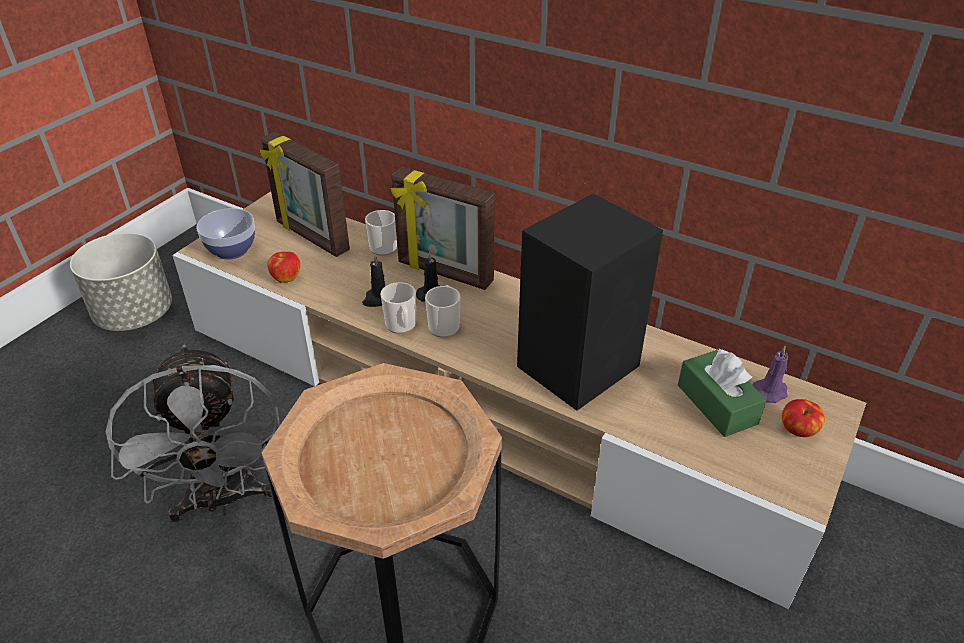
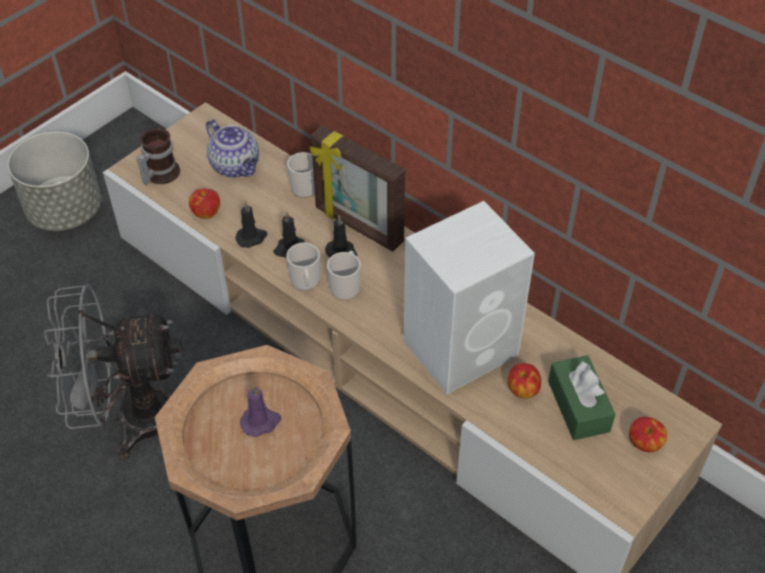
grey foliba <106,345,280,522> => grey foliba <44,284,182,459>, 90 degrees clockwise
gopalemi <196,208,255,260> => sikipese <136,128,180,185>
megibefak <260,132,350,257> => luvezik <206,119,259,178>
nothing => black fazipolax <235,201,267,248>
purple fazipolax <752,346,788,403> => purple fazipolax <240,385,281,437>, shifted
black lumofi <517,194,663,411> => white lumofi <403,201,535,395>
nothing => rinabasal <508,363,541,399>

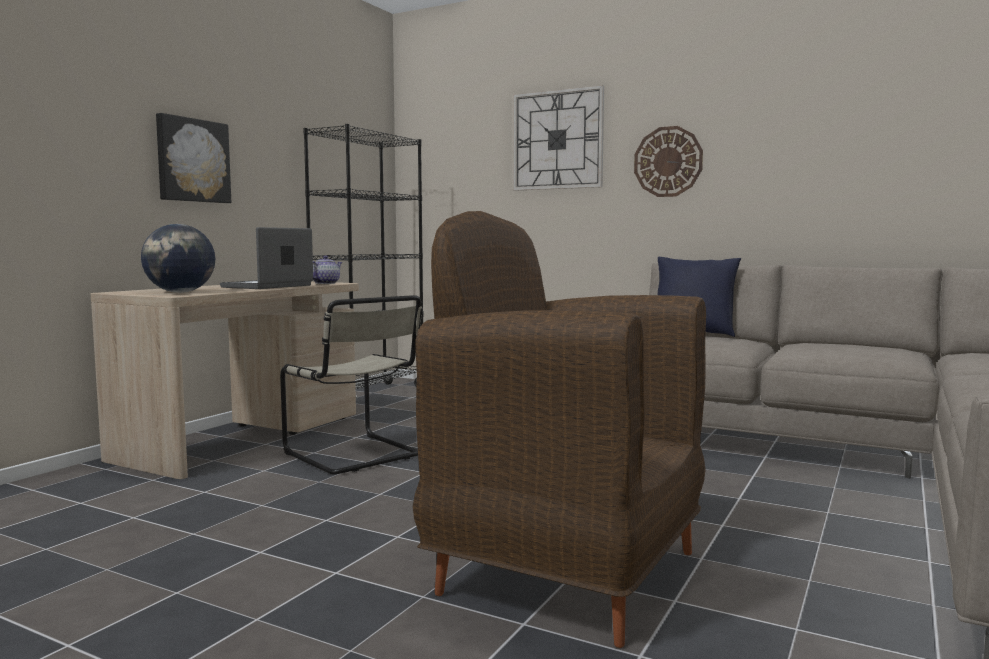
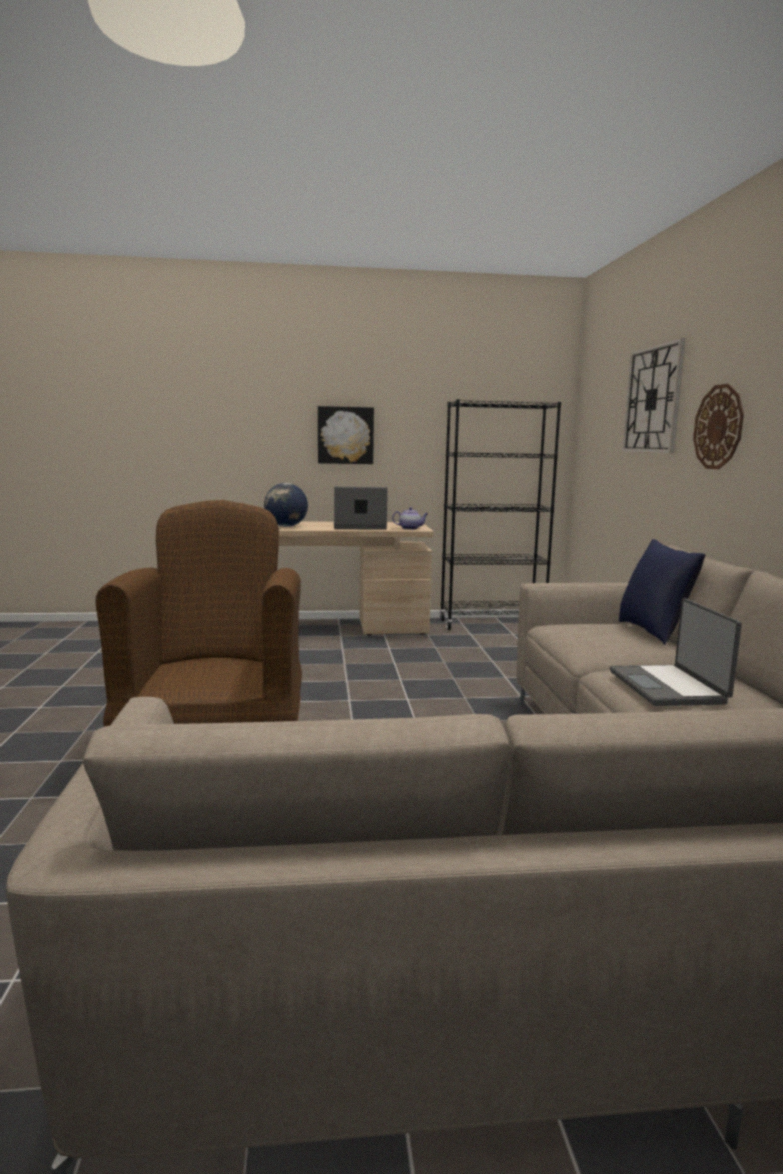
nothing => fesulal <610,598,742,706>
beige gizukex <280,295,423,474> => nothing

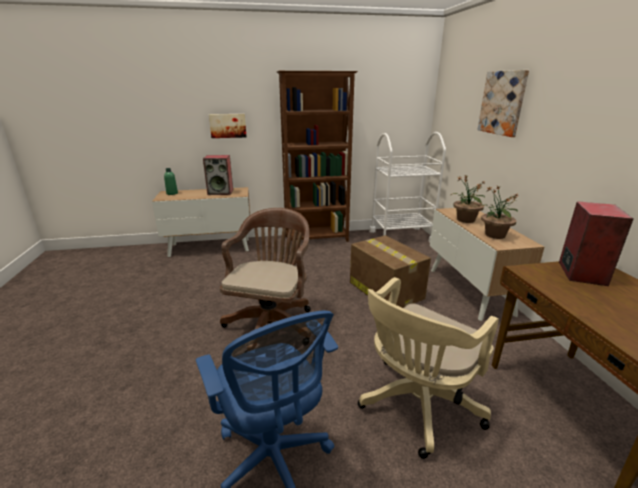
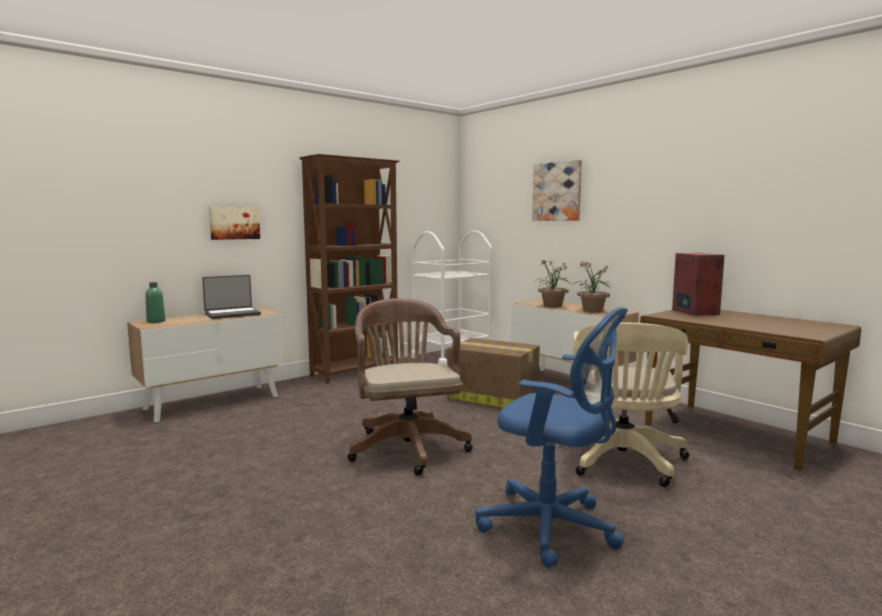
lumofi <203,155,233,195> => fesulal <202,275,261,319>

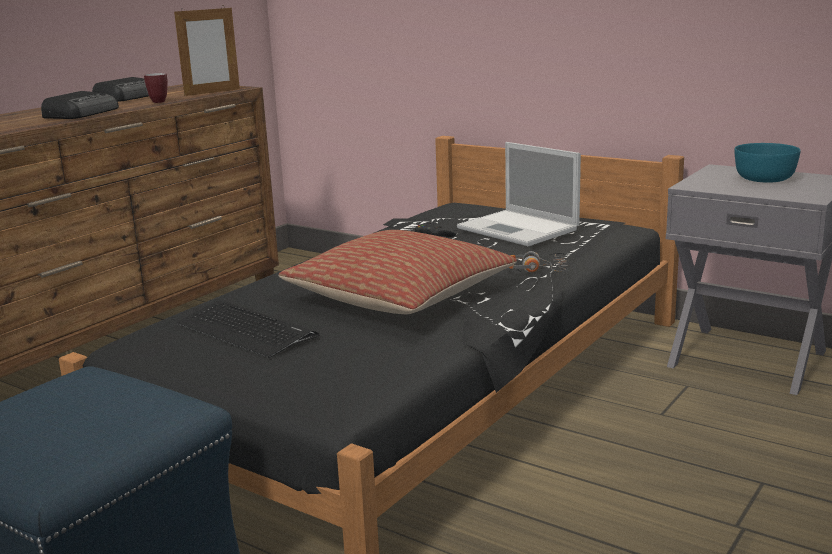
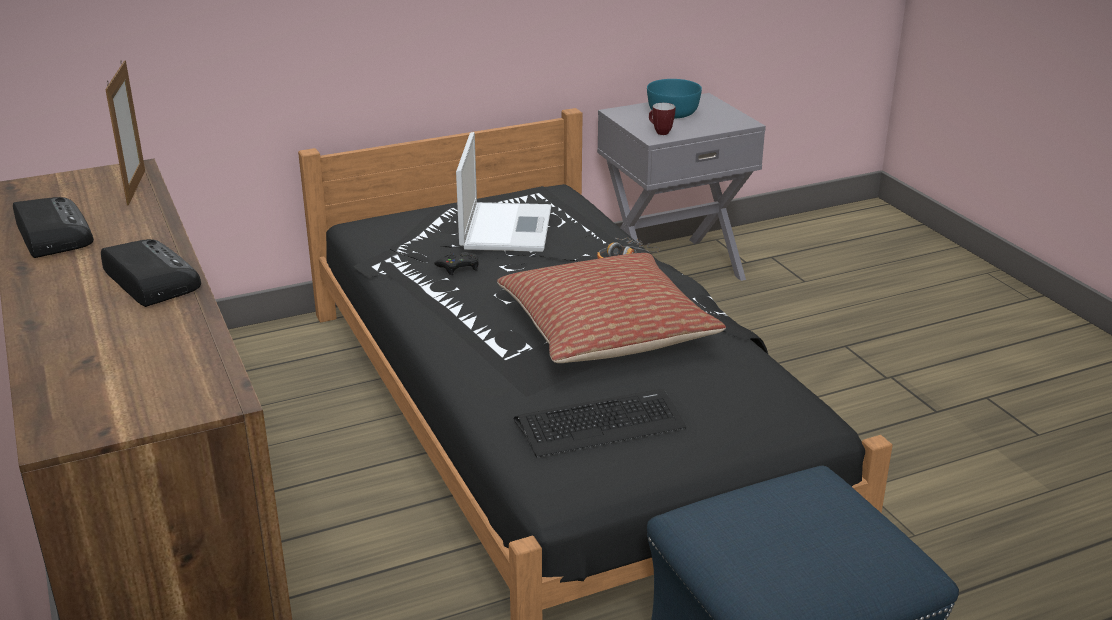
fesulal <457,142,581,246> => fesulal <456,132,551,252>, 75 degrees counterclockwise
sikipese <144,73,168,103> => sikipese <649,103,675,135>, shifted

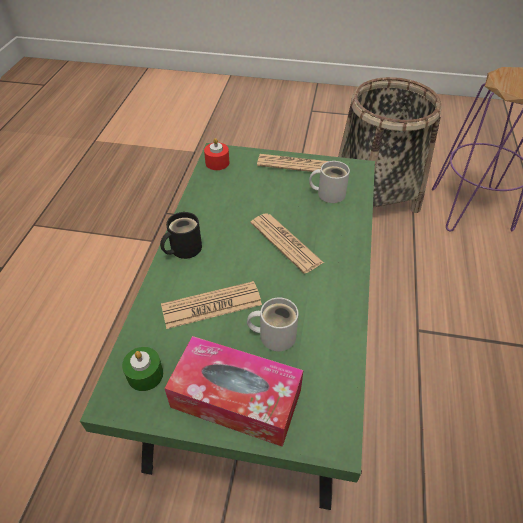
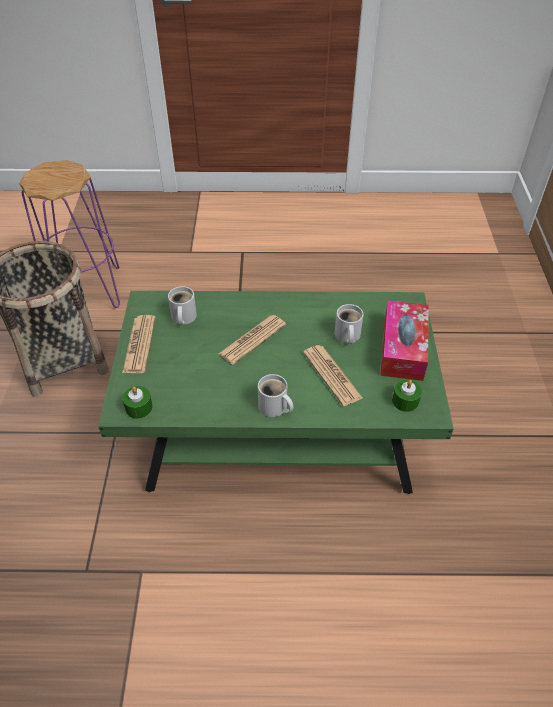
red fazipolax <204,138,229,170> => green fazipolax <122,386,153,419>
black sikipese <160,212,202,259> => white sikipese <258,374,293,417>

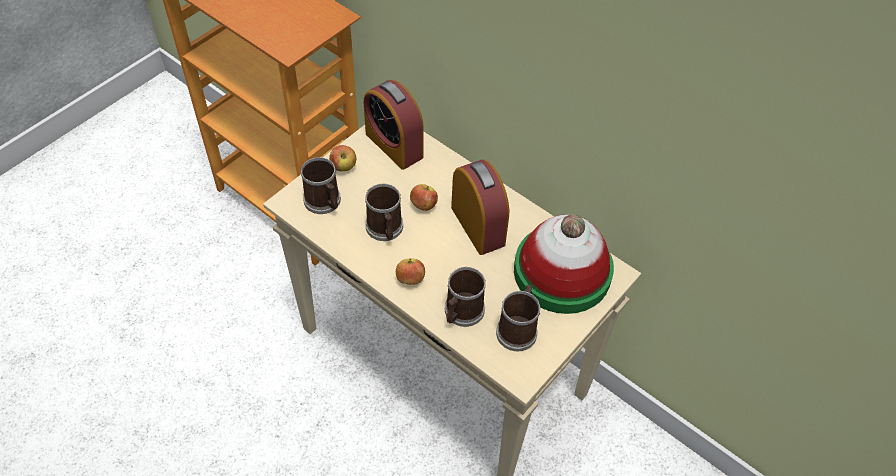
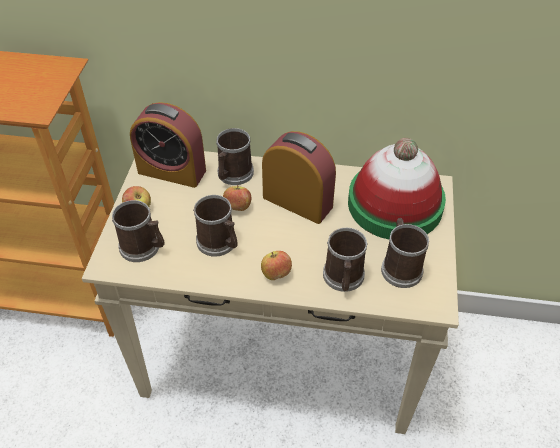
nothing => sikipese <216,128,254,185>

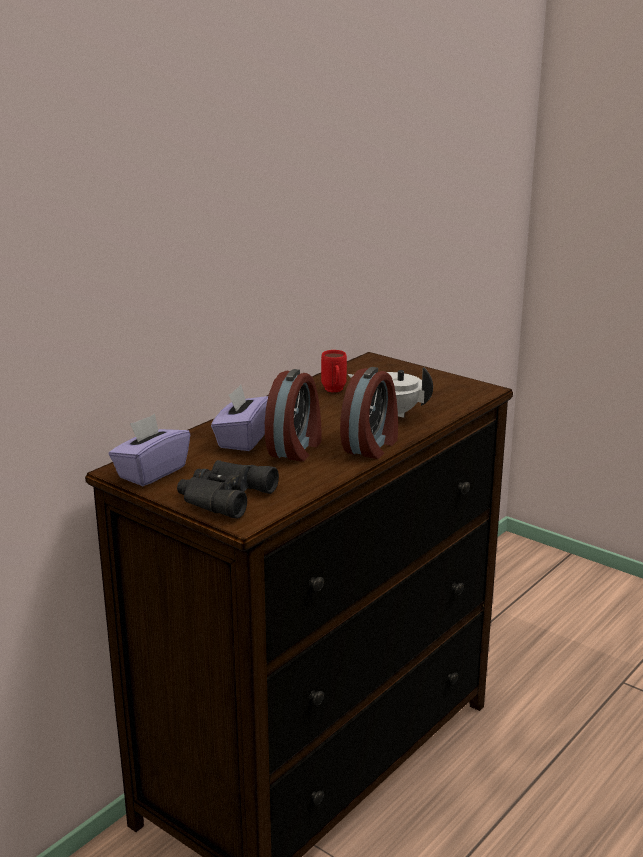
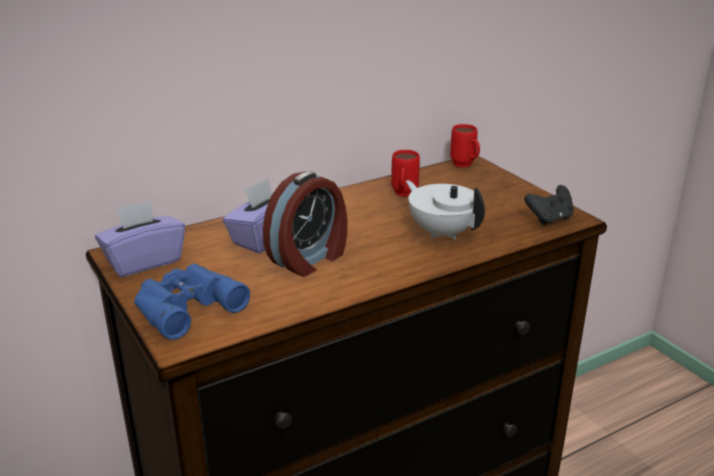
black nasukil <177,460,279,519> => blue nasukil <134,264,250,340>
nothing => red sikipese <450,124,480,168>
nothing => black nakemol <524,185,574,226>
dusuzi <340,367,398,459> => nothing

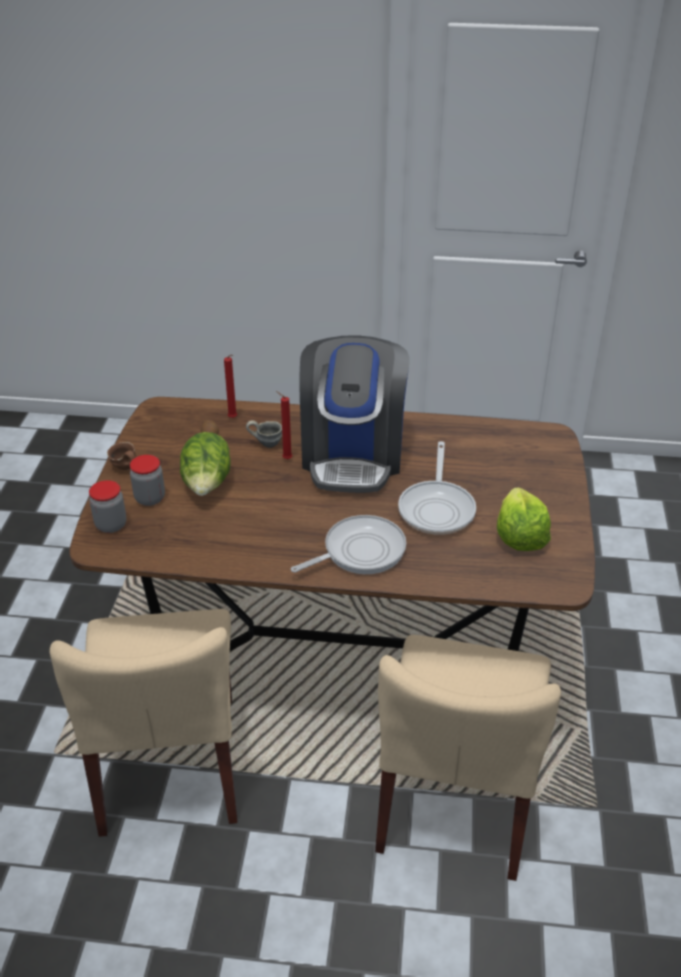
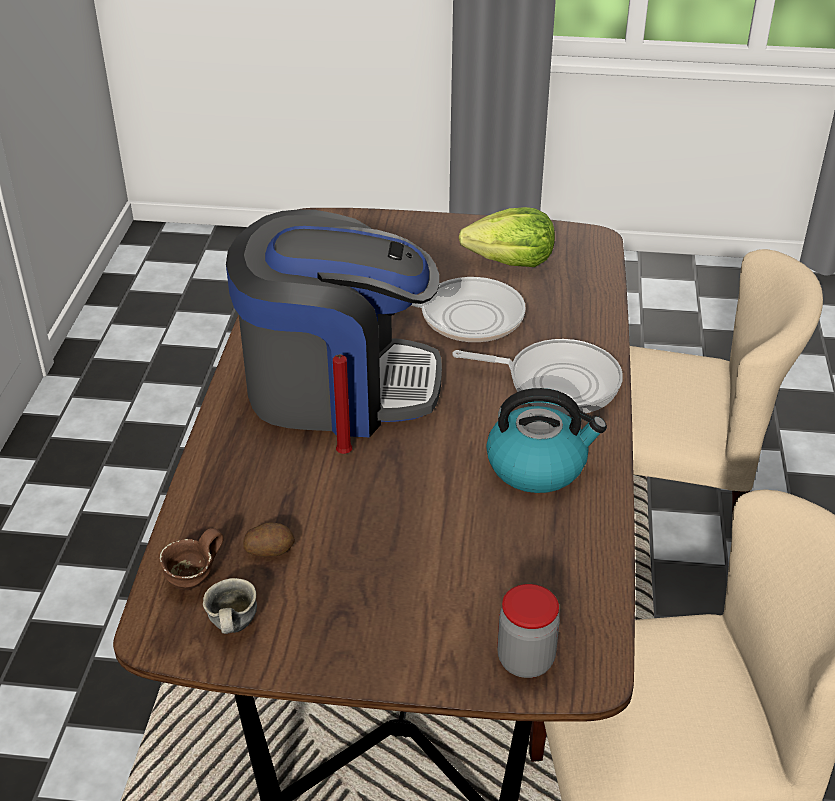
brown sikipese <107,442,136,470> => brown sikipese <160,528,224,590>, shifted
grey sikipese <246,421,282,448> => grey sikipese <203,578,257,634>, shifted
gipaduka <291,515,406,574> => gipaduka <453,339,623,415>, 135 degrees clockwise
nothing => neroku <486,388,607,493>
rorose <130,455,165,506> => nothing
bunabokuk <180,432,231,496> => nothing
red fazipolax <224,355,237,418> => nothing

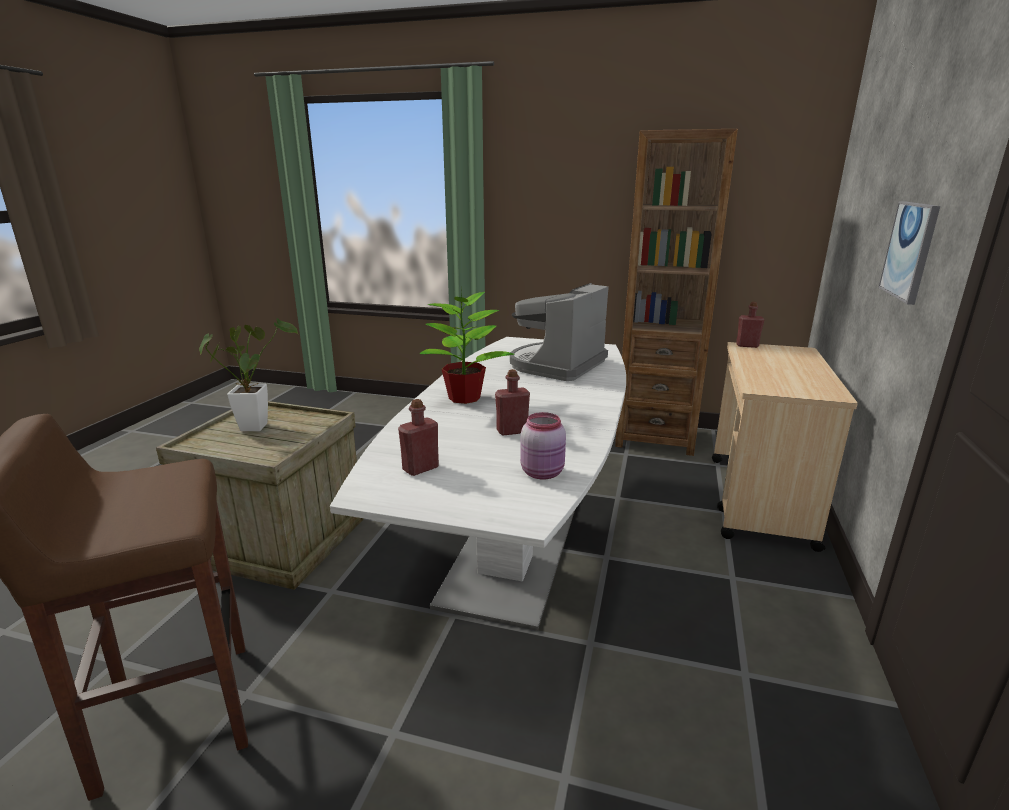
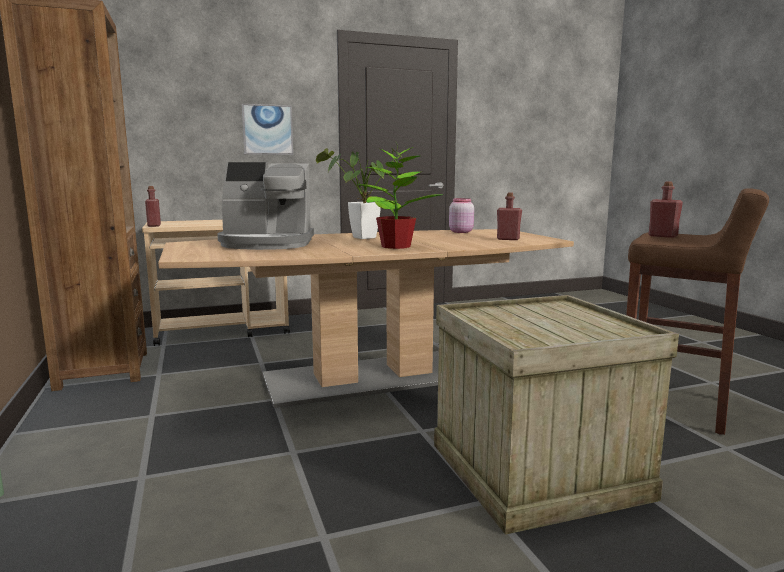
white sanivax <330,337,626,631> => brown sanivax <158,229,574,408>
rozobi <199,318,299,431> => rozobi <316,148,402,239>, shifted
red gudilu <495,369,530,436> => red gudilu <649,182,683,238>, shifted

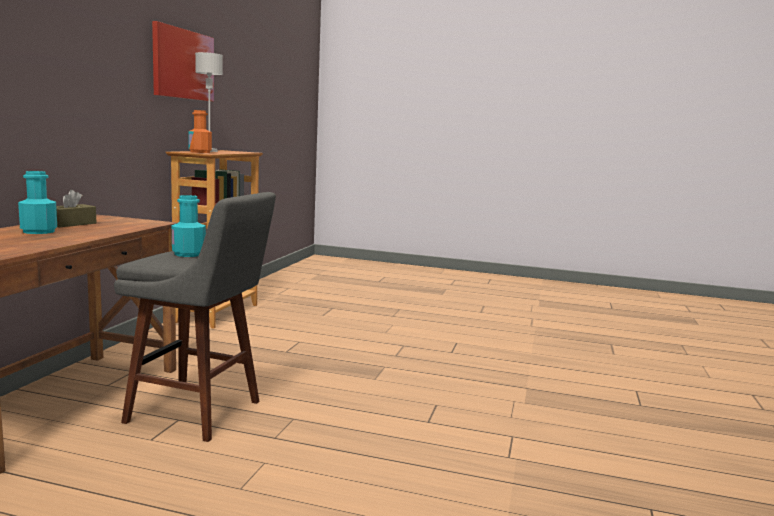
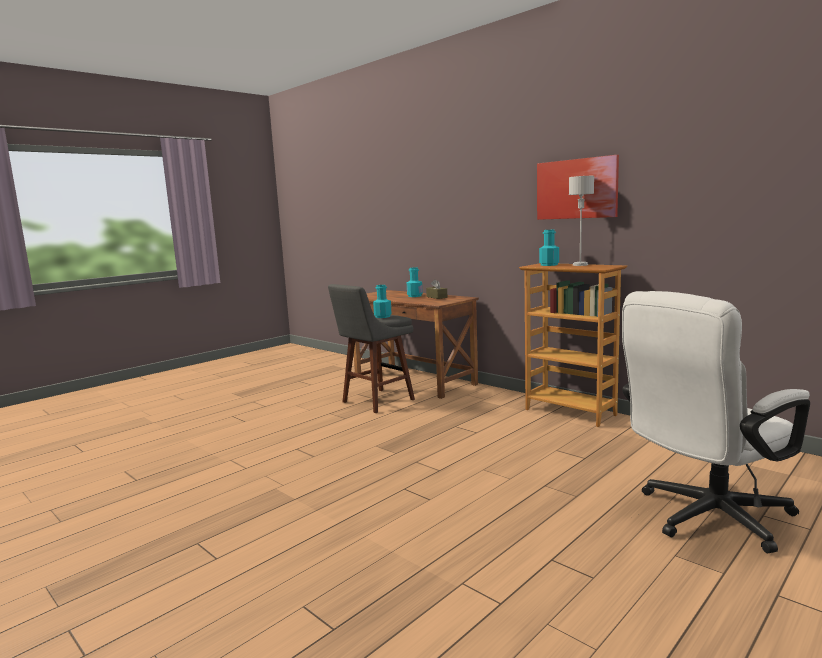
orange gudilu <188,110,212,153> => turquoise gudilu <539,230,559,266>
nothing => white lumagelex <622,291,810,553>

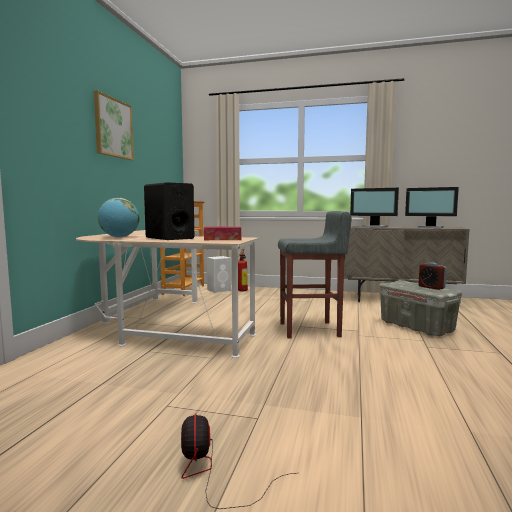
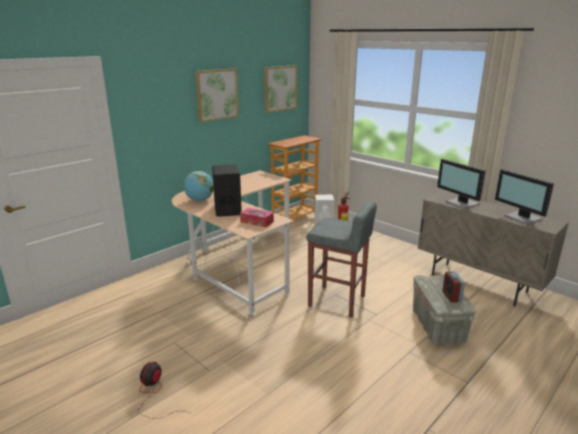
nothing => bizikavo <264,65,297,113>

